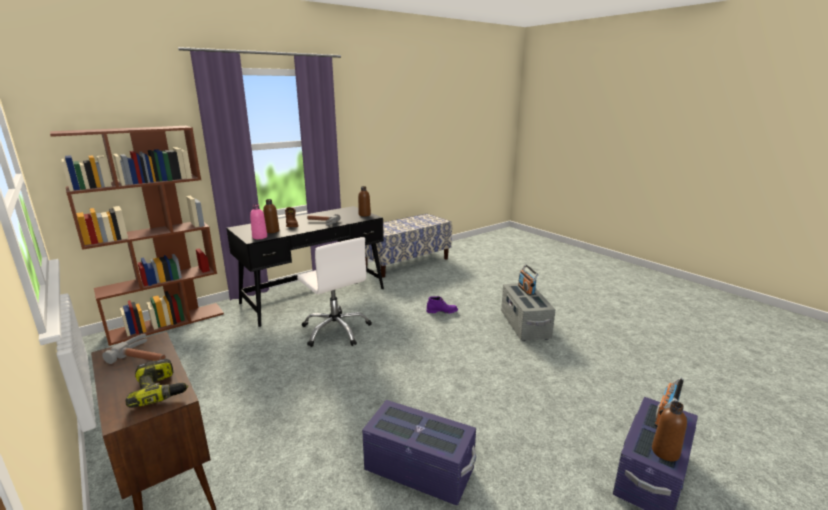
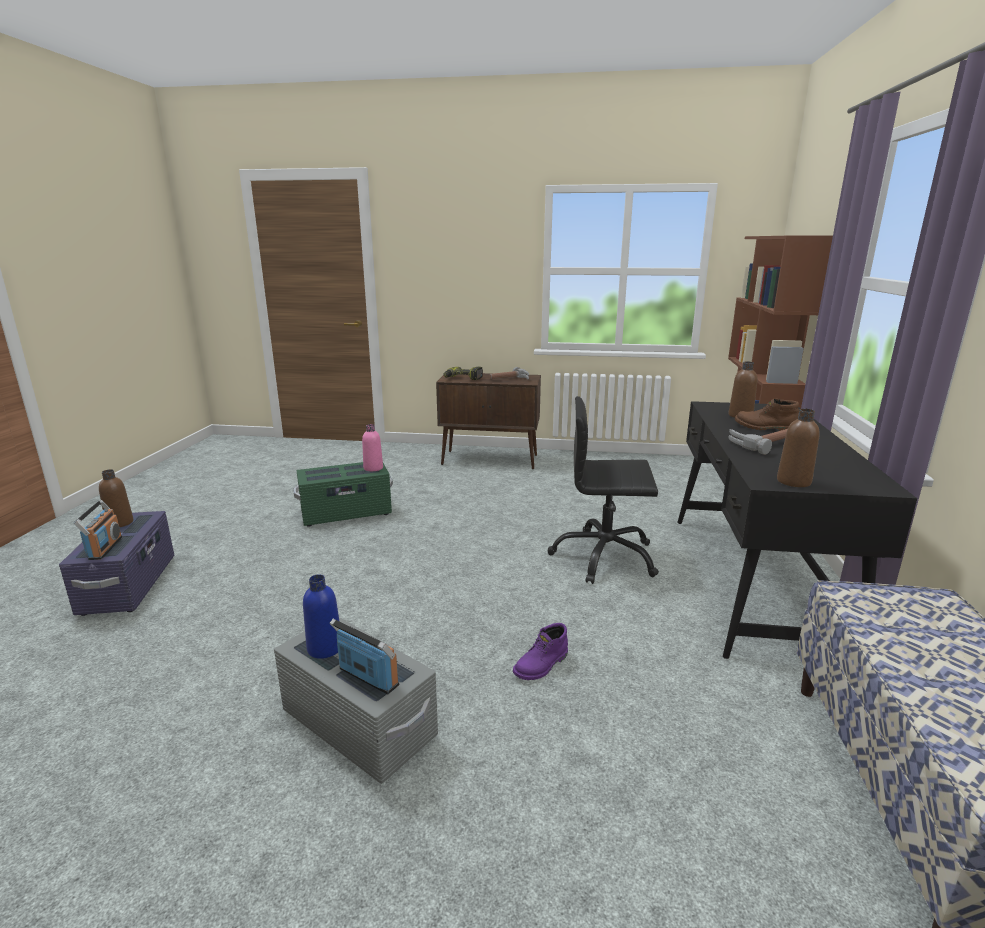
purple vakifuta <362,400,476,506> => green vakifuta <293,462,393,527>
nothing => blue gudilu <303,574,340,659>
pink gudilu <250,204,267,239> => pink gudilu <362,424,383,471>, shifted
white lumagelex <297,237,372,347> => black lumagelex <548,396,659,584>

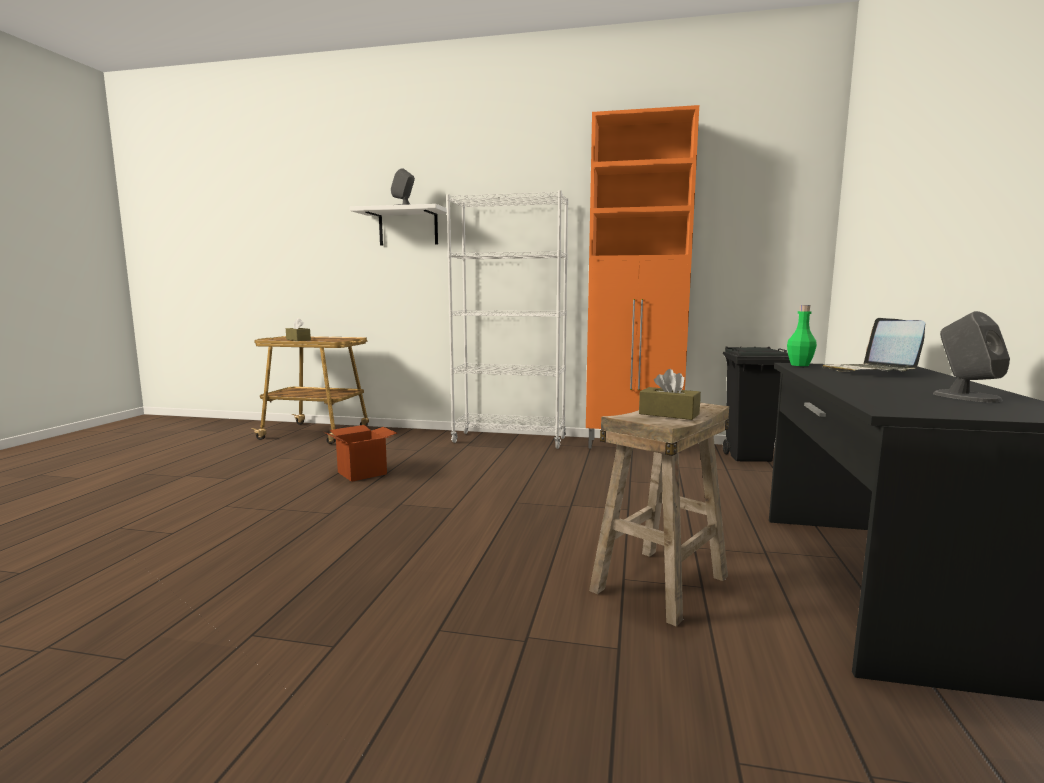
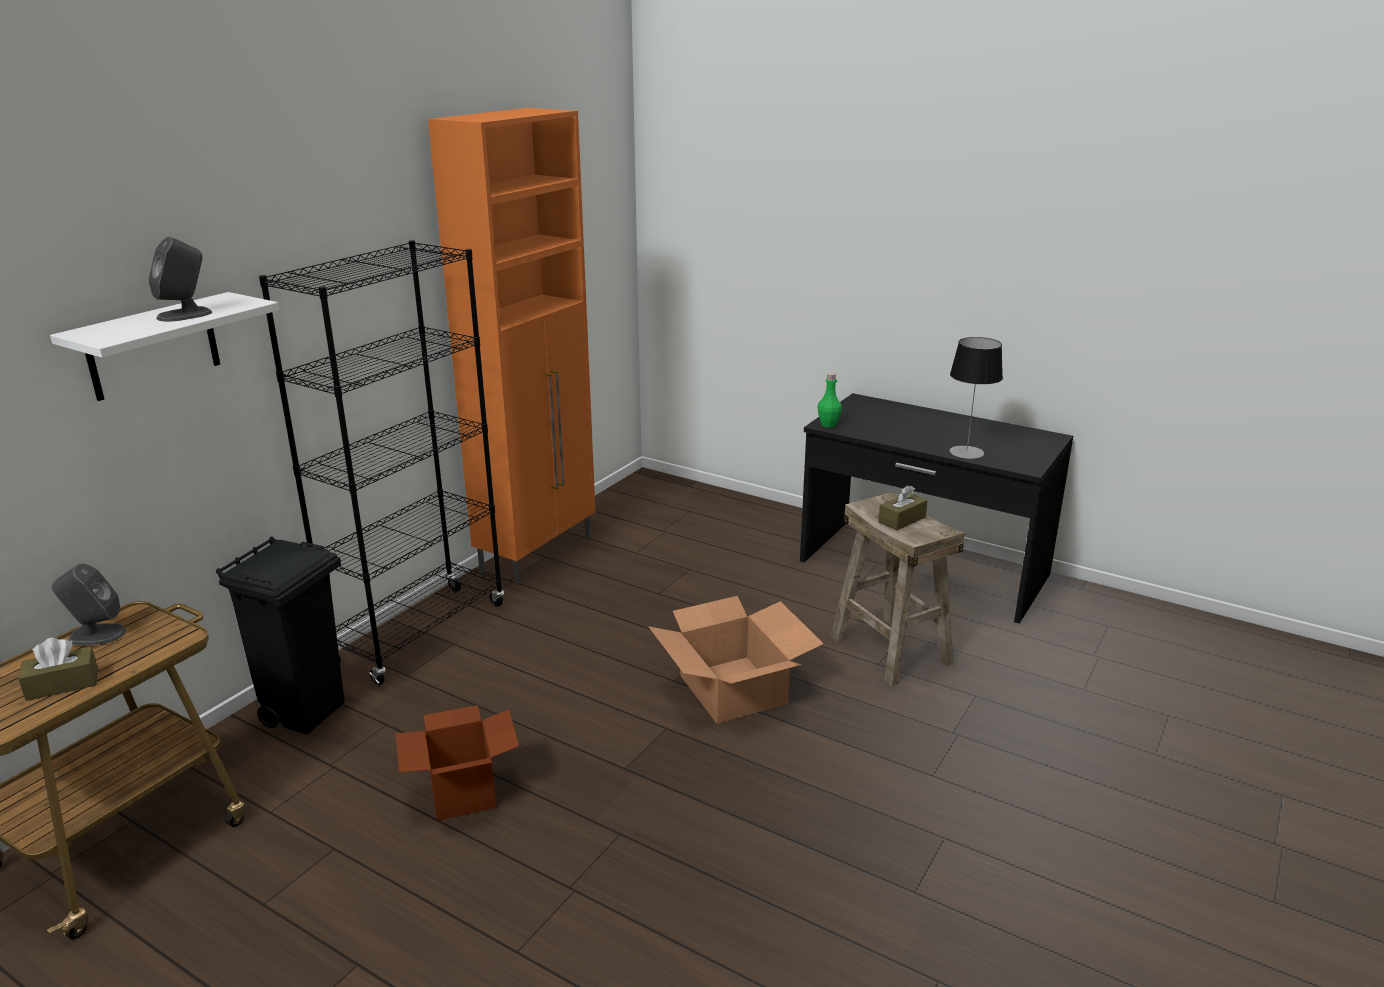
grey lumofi <933,311,1010,403> => grey lumofi <52,563,126,645>, shifted
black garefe <723,346,790,462> => black garefe <216,536,345,735>, shifted
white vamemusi <446,190,568,449> => black vamemusi <259,240,504,685>
nothing => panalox <648,596,823,724>
nothing => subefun <950,337,1003,459>
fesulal <822,318,925,372> => nothing

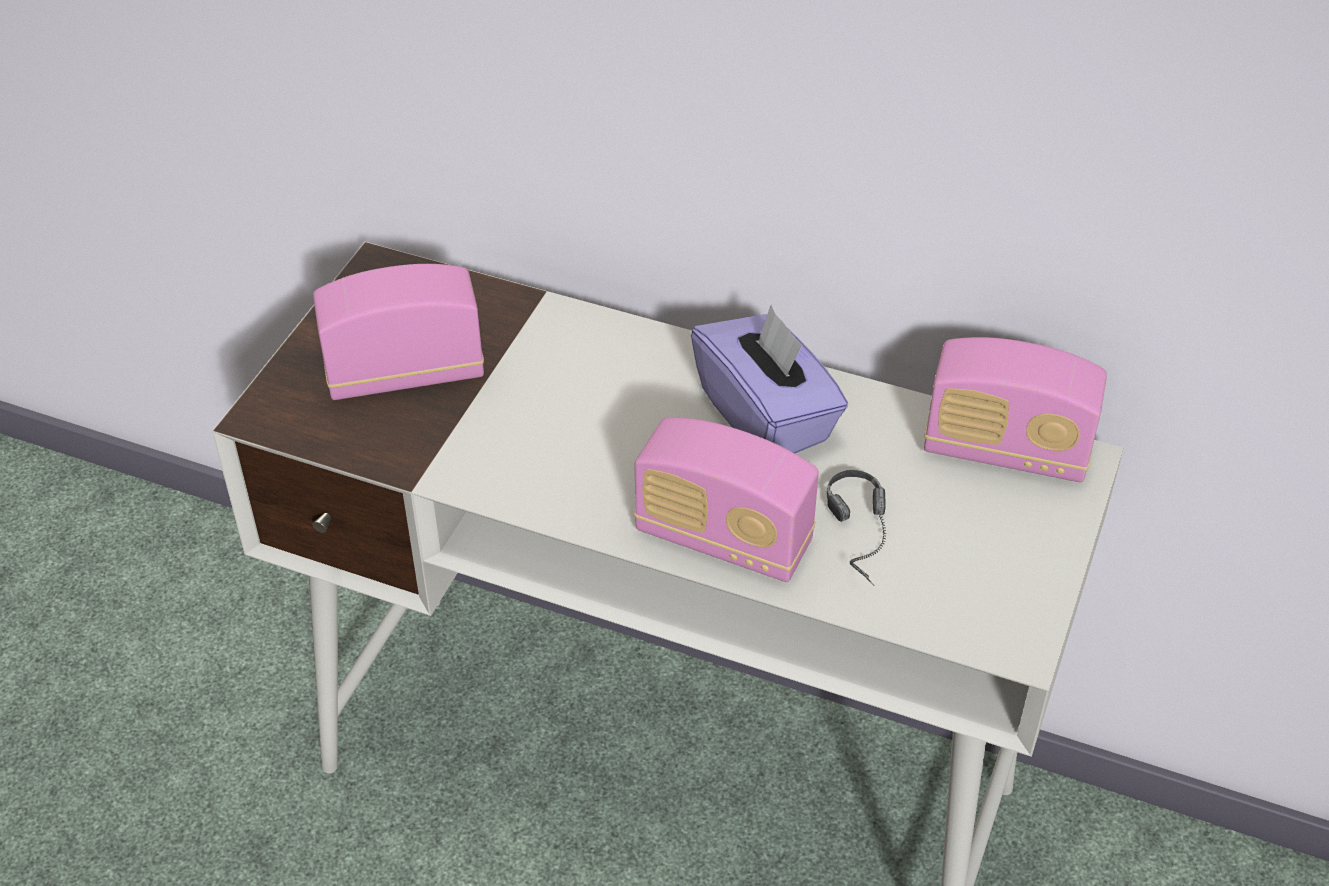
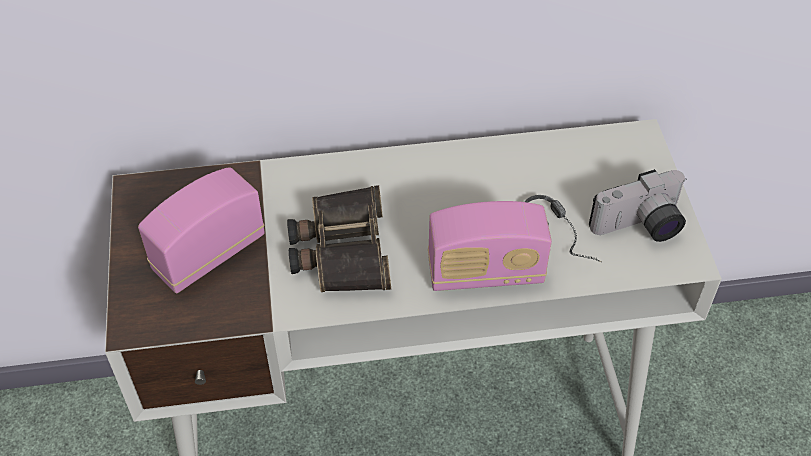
nothing => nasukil <287,185,391,292>
nothing => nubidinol <589,169,687,242>
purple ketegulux <691,305,848,453> => nothing
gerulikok <924,337,1107,482> => nothing

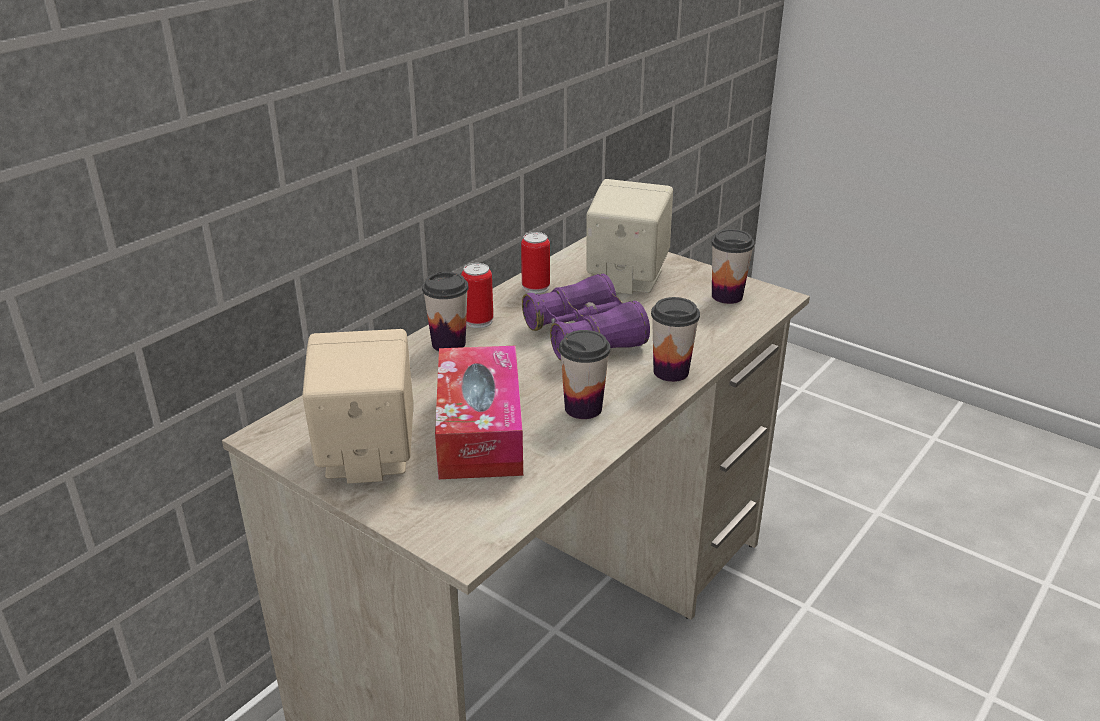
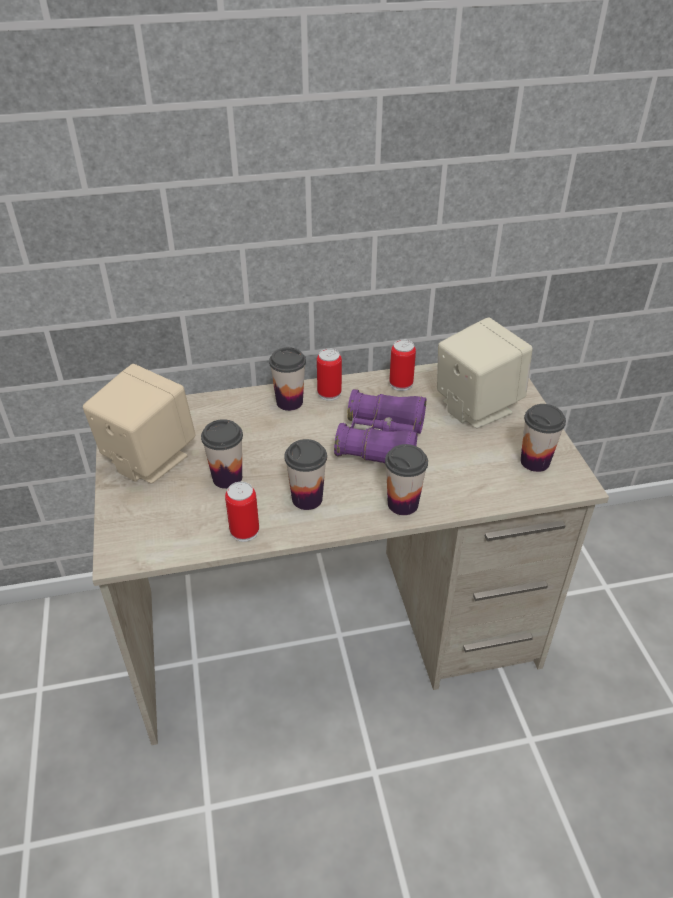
ketegulux <435,346,523,479> => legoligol <201,419,243,489>
nothing => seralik <225,482,259,542>

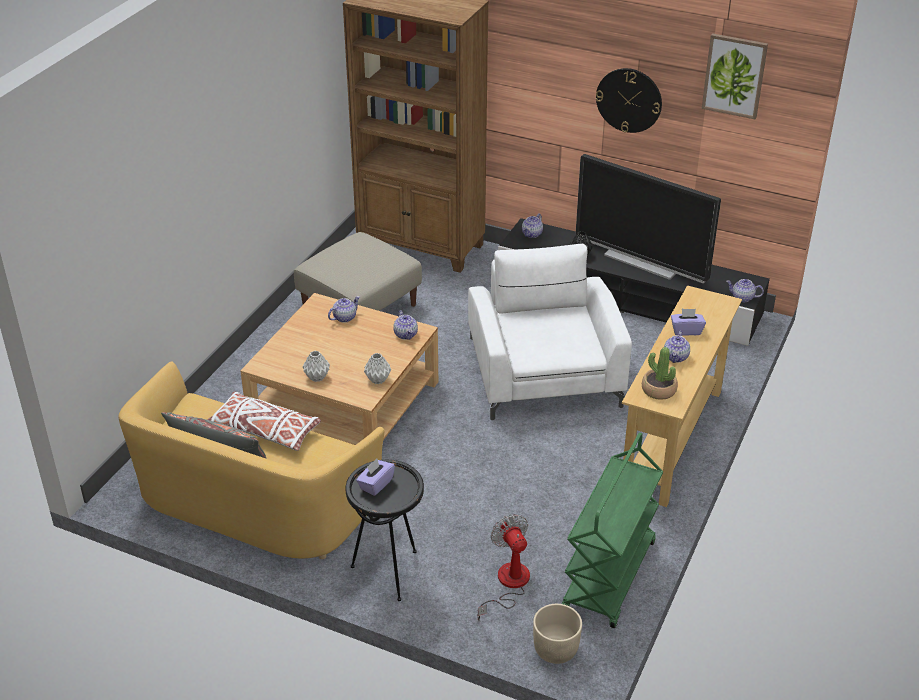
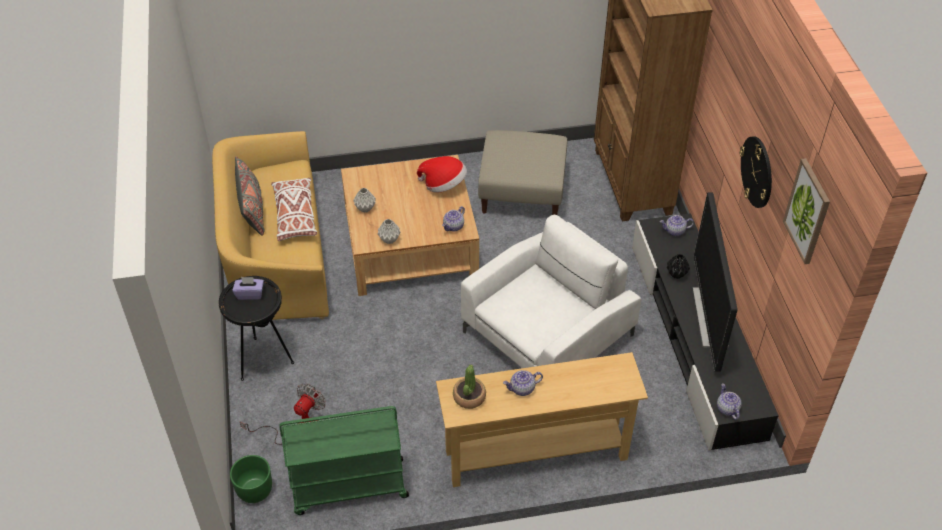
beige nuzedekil <533,604,582,664> => green nuzedekil <230,455,272,503>
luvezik <328,296,360,323> => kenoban <417,156,467,193>
purple ketegulux <671,309,706,336> => nothing

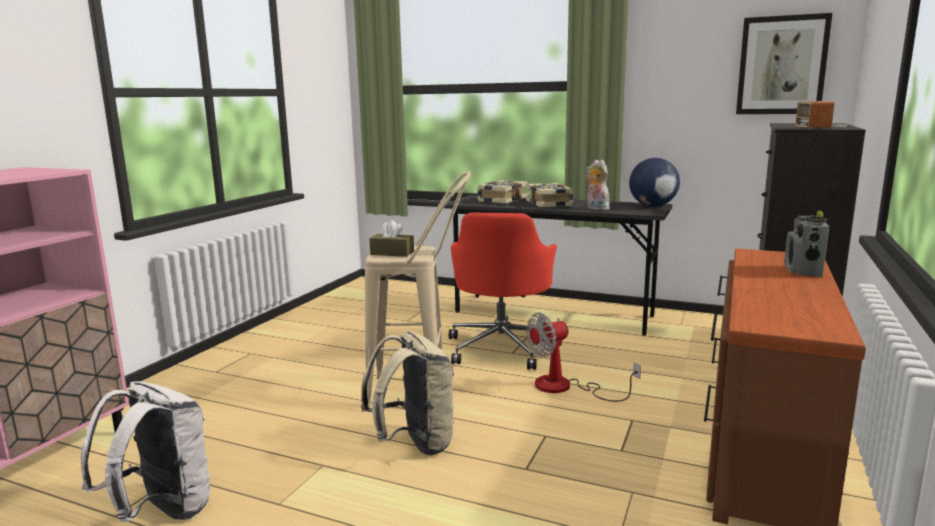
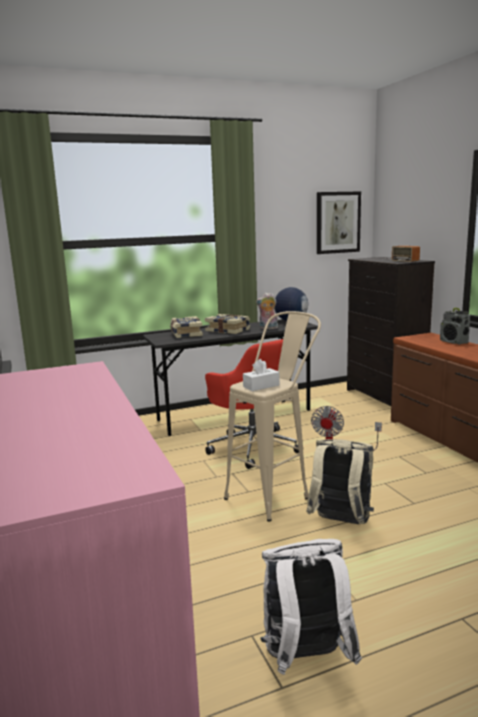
brown ketegulux <369,220,414,257> => white ketegulux <243,359,280,391>

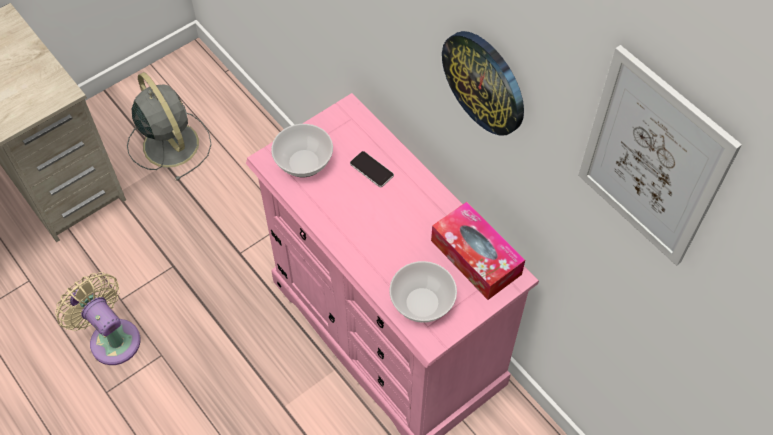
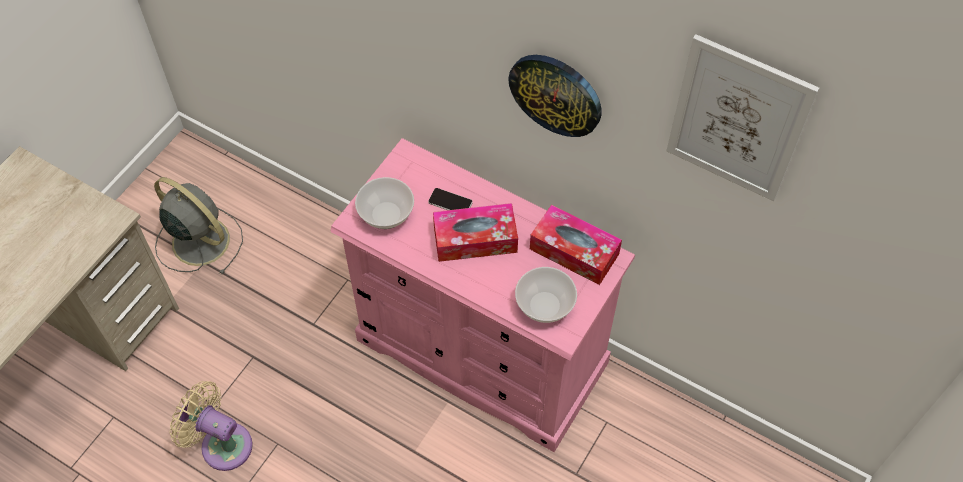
nothing => ketegulux <433,203,518,262>

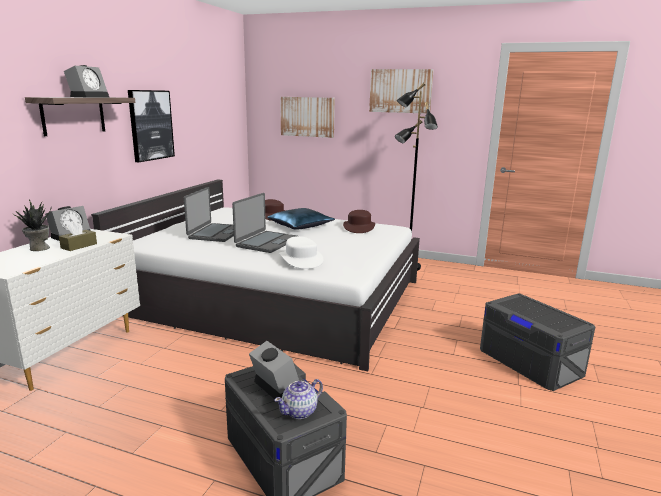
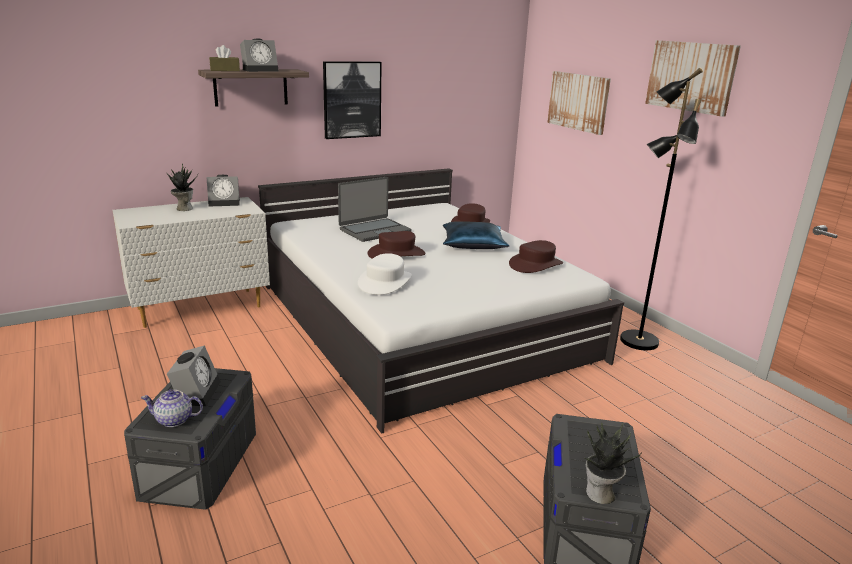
brown ketegulux <59,222,97,251> => brown ketegulux <209,45,240,71>, shifted
fesulal <232,193,297,253> => brown kenoban <367,231,425,259>
nothing => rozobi <585,423,642,504>

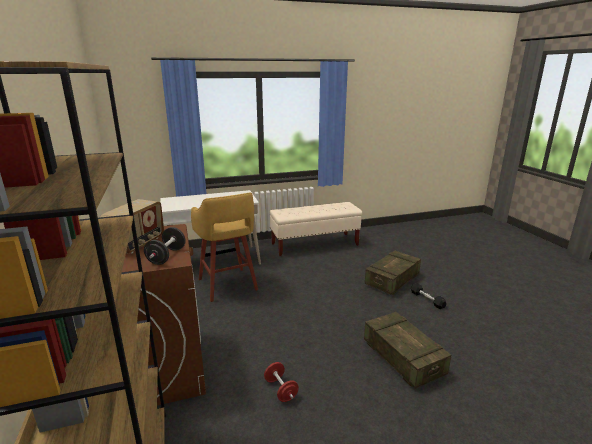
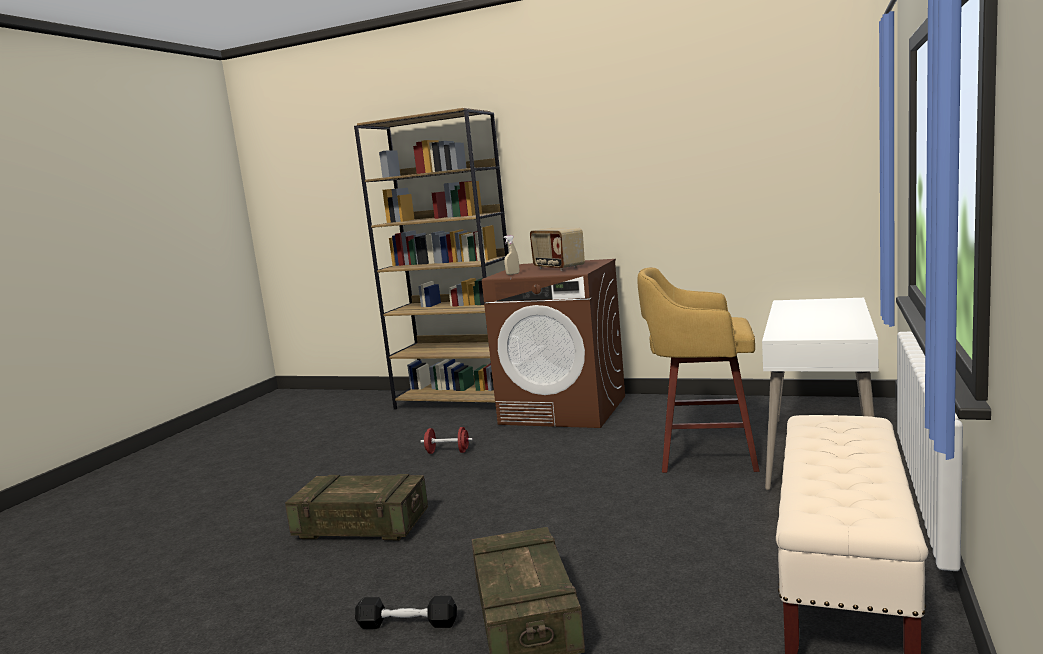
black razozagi <144,227,186,265> => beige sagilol <503,235,519,275>

